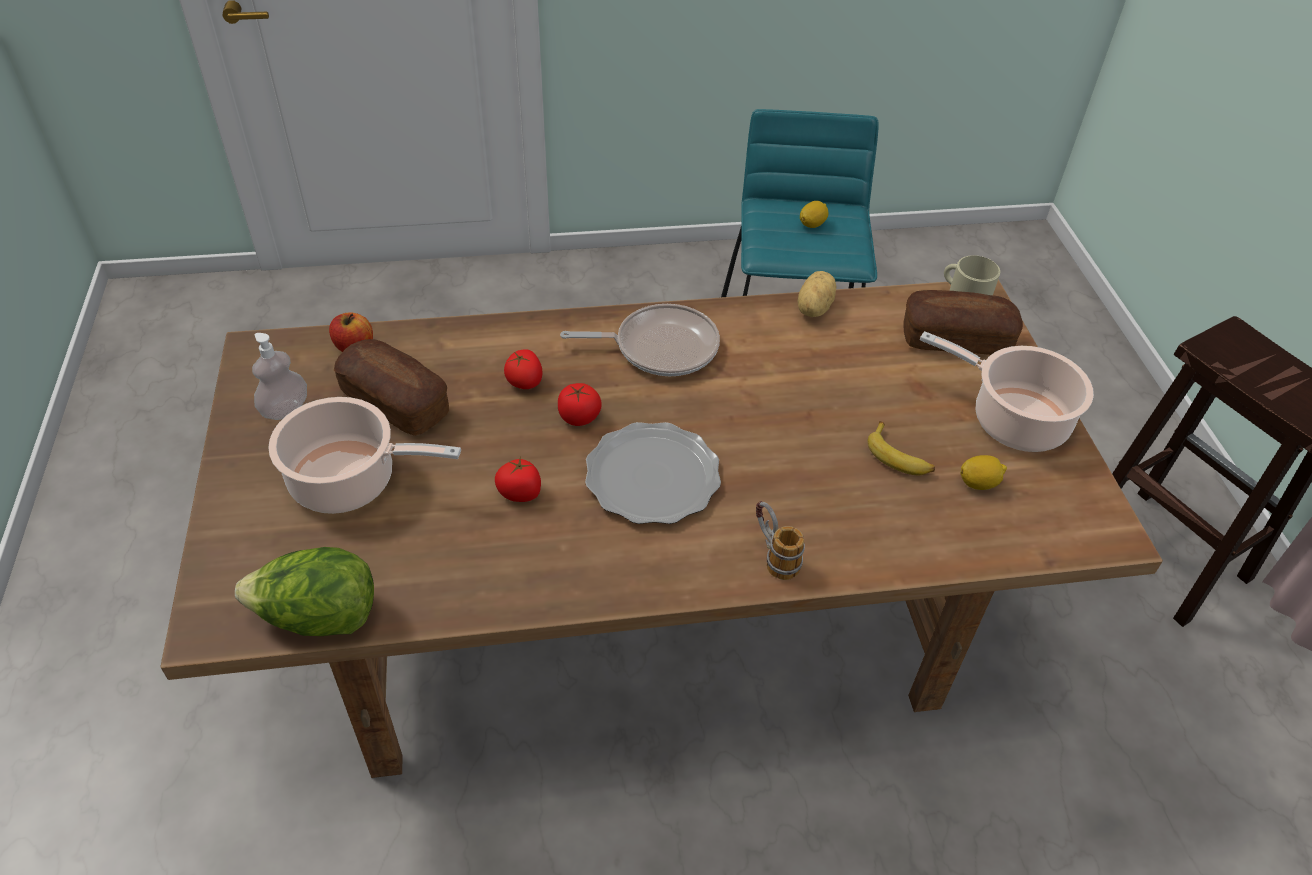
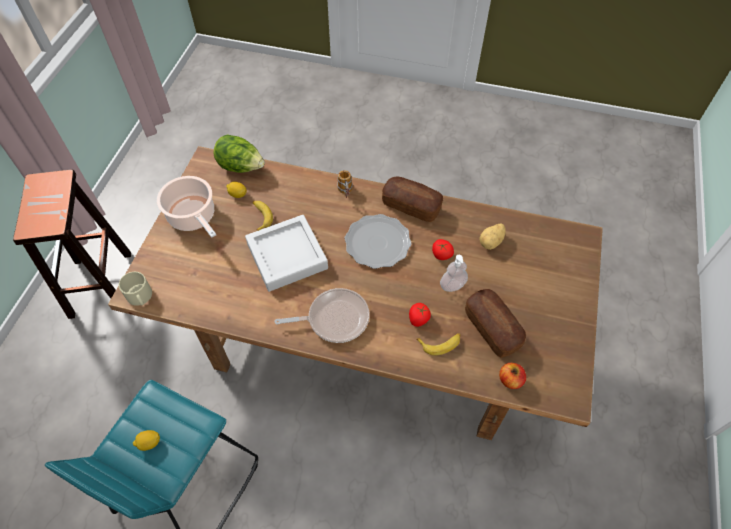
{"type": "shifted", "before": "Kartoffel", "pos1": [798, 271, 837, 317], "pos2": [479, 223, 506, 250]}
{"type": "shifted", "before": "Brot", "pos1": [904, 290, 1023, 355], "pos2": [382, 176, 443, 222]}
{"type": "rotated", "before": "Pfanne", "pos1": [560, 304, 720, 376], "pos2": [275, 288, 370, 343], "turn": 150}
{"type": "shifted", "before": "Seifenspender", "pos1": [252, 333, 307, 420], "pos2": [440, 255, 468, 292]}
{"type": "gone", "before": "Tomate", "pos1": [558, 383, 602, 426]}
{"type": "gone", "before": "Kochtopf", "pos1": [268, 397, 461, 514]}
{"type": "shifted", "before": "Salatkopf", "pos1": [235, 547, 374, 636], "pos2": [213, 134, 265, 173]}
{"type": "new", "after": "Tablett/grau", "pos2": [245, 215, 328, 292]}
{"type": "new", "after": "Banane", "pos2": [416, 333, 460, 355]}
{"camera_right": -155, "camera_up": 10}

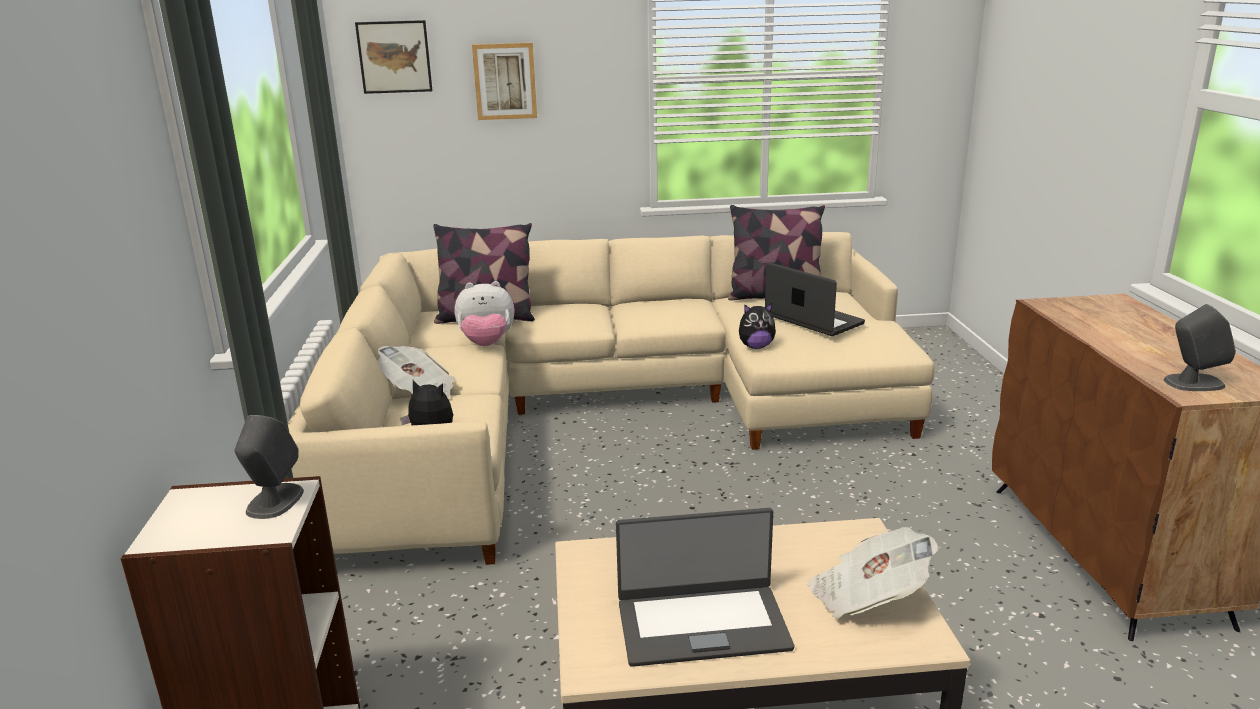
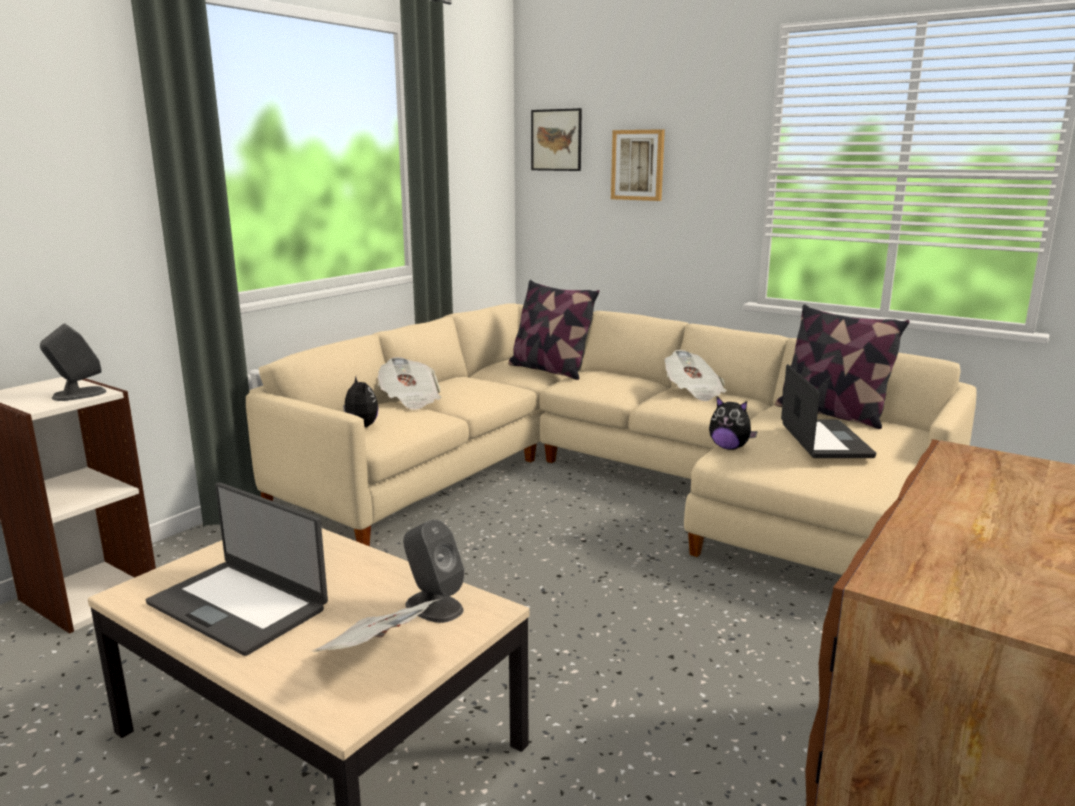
{"type": "gone", "before": "Plüschtier", "pos1": [455, 281, 514, 347]}
{"type": "shifted", "before": "Lautsprecher/grau", "pos1": [1164, 304, 1236, 391], "pos2": [403, 519, 464, 623]}
{"type": "new", "after": "Zeitung", "pos2": [664, 350, 727, 401]}
{"camera_right": 40, "camera_up": -5}

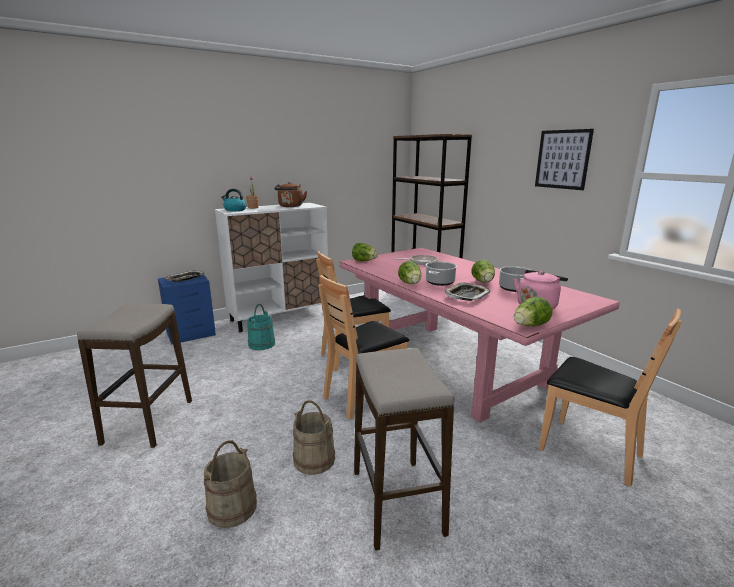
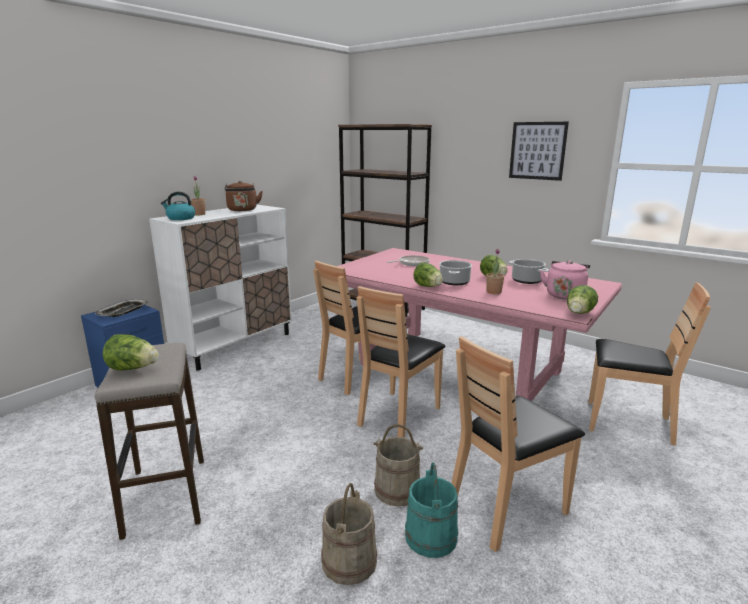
{"type": "shifted", "before": "Salatkopf", "pos1": [352, 243, 378, 261], "pos2": [103, 334, 159, 371]}
{"type": "swapped", "before": "Tablett", "after": "Topfpflanze", "pos1": [445, 282, 490, 301], "pos2": [486, 249, 504, 294]}
{"type": "shifted", "before": "Eimer/türkis", "pos1": [247, 304, 275, 350], "pos2": [405, 462, 458, 558]}
{"type": "swapped", "before": "Hocker", "after": "Stuhl/braun", "pos1": [354, 348, 454, 551], "pos2": [451, 336, 585, 552]}
{"camera_right": -20, "camera_up": 0}

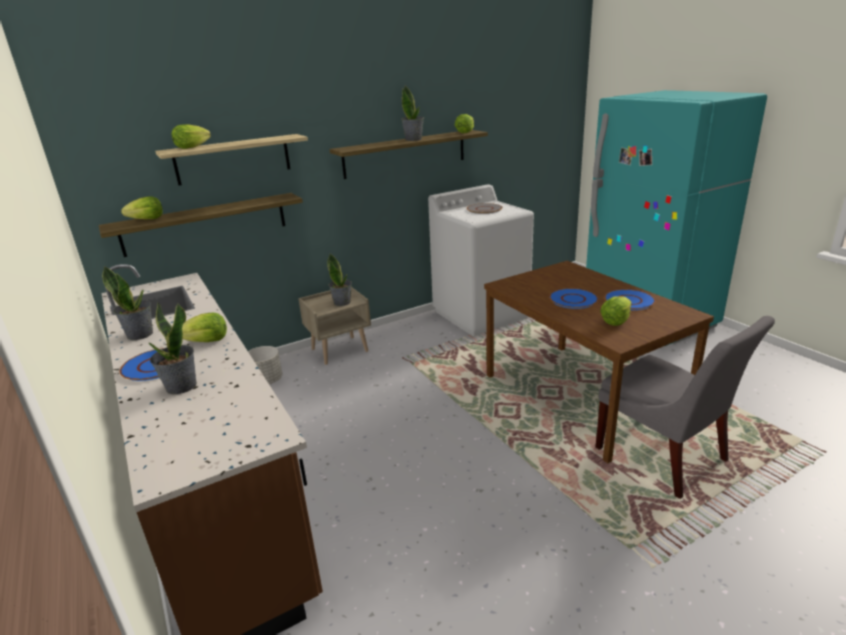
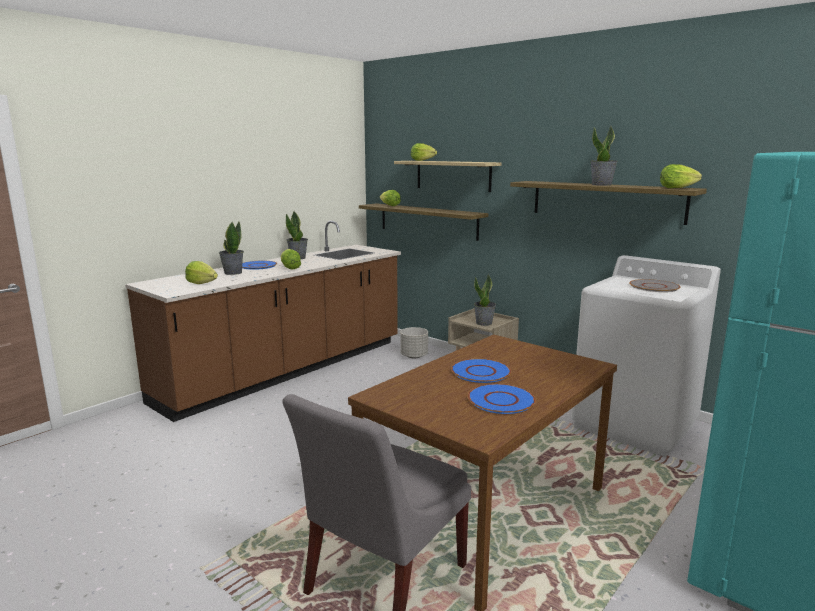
{"type": "shifted", "before": "Salatkopf", "pos1": [600, 296, 632, 326], "pos2": [185, 261, 218, 284]}
{"camera_right": 70, "camera_up": -10}

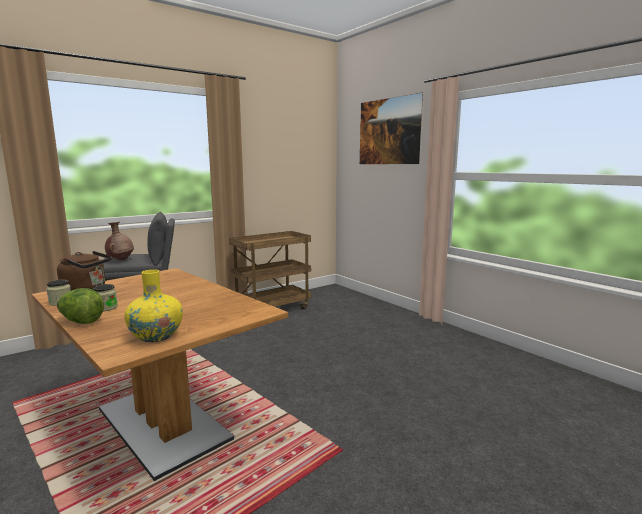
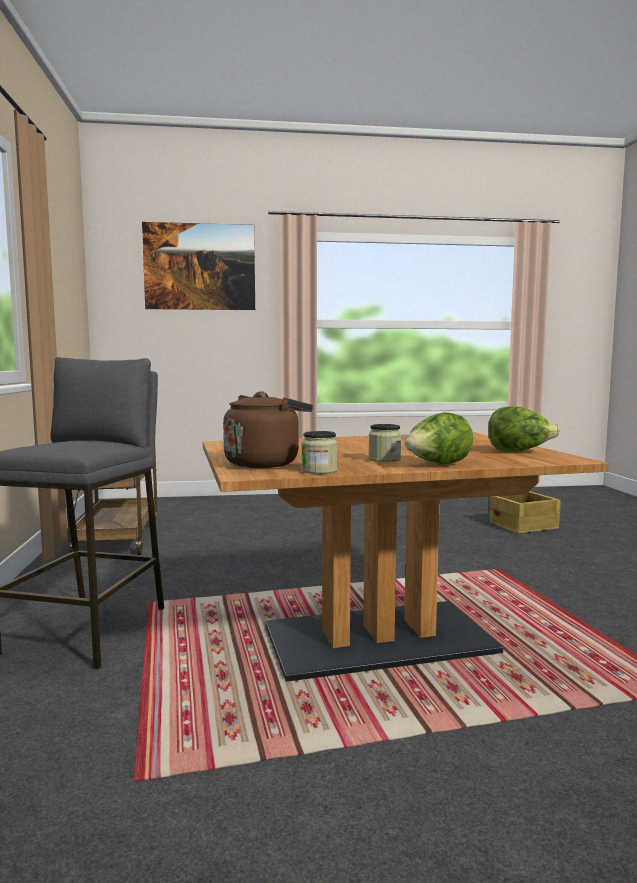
{"type": "gone", "before": "Vase/braun", "pos1": [105, 222, 134, 260]}
{"type": "swapped", "before": "Vase/gelb", "after": "Salatkopf", "pos1": [124, 269, 183, 342], "pos2": [488, 406, 560, 452]}
{"type": "new", "after": "Kiste", "pos2": [489, 491, 561, 534]}
{"camera_right": -60, "camera_up": -5}

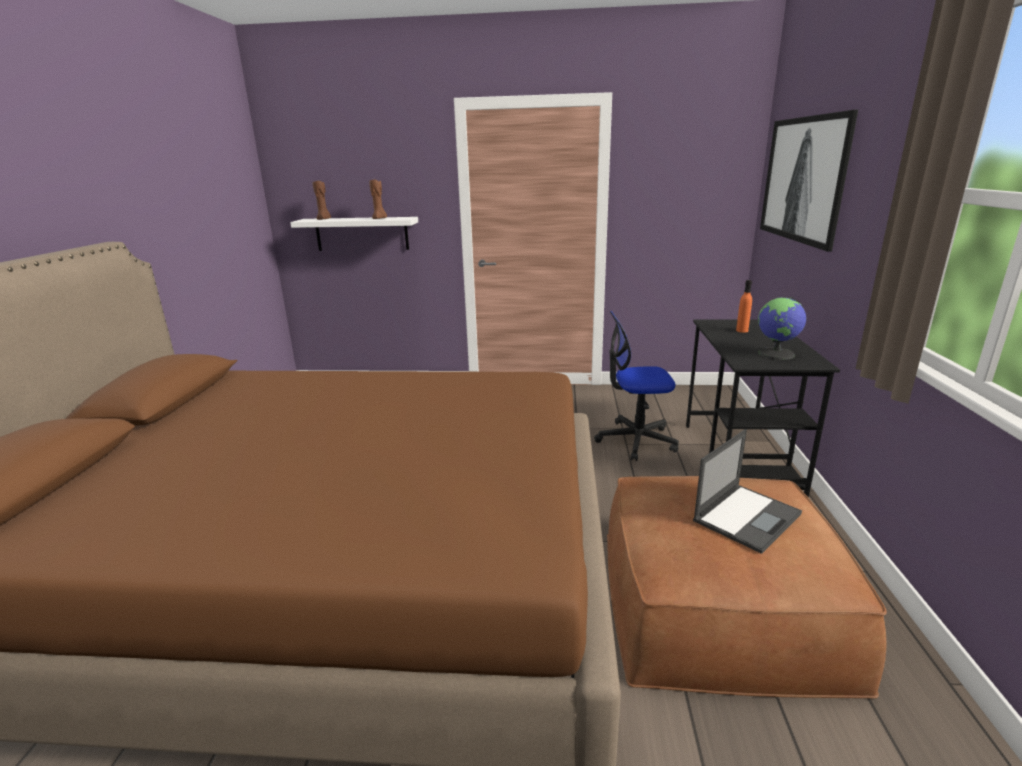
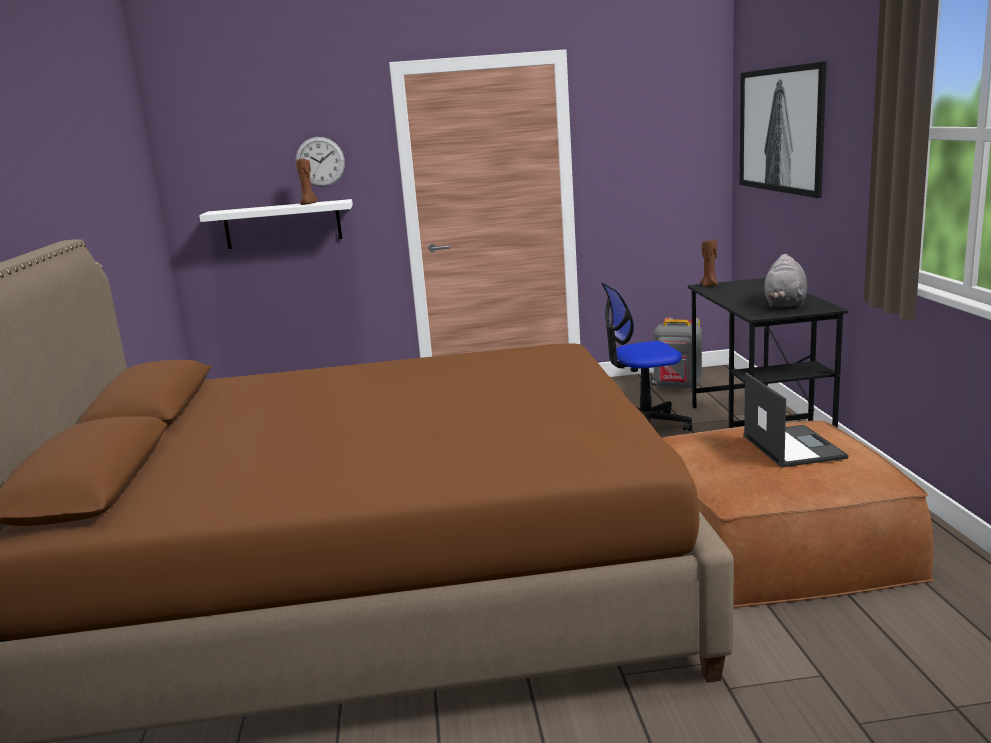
{"type": "shifted", "before": "Kerze/braun", "pos1": [313, 181, 331, 220], "pos2": [700, 239, 718, 287]}
{"type": "gone", "before": "Flasche/orange", "pos1": [736, 280, 752, 333]}
{"type": "swapped", "before": "Globus", "after": "Plüschtier/grau", "pos1": [758, 297, 806, 360], "pos2": [764, 254, 807, 308]}
{"type": "rotated", "before": "Laptop", "pos1": [693, 429, 802, 554], "pos2": [743, 373, 848, 467], "turn": -45}
{"type": "new", "after": "Wanduhr", "pos2": [296, 137, 345, 187]}
{"type": "new", "after": "Rucksack/grau", "pos2": [653, 317, 702, 389]}
{"camera_right": -10, "camera_up": -5}

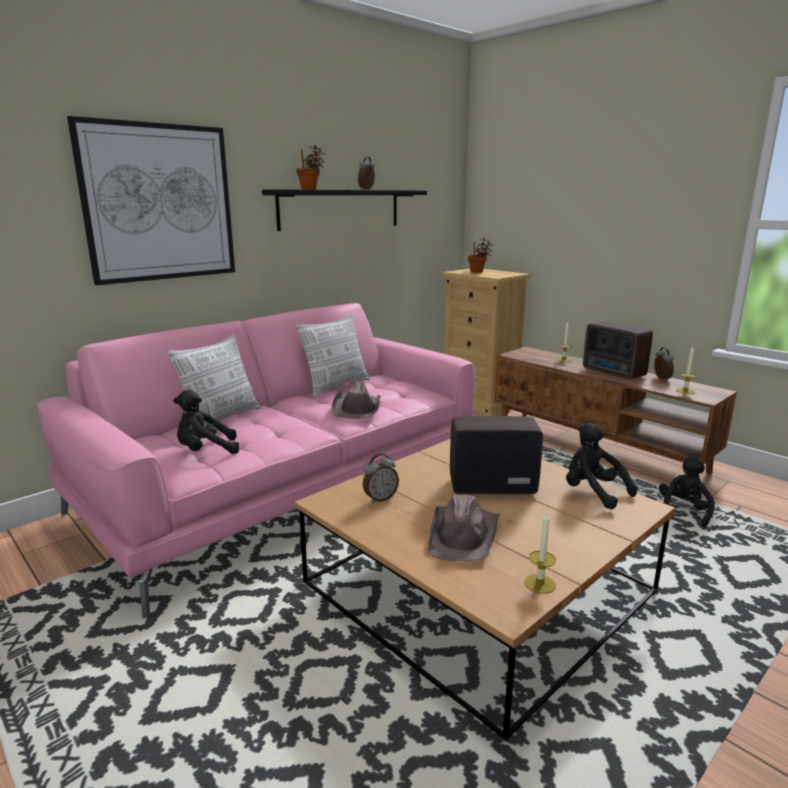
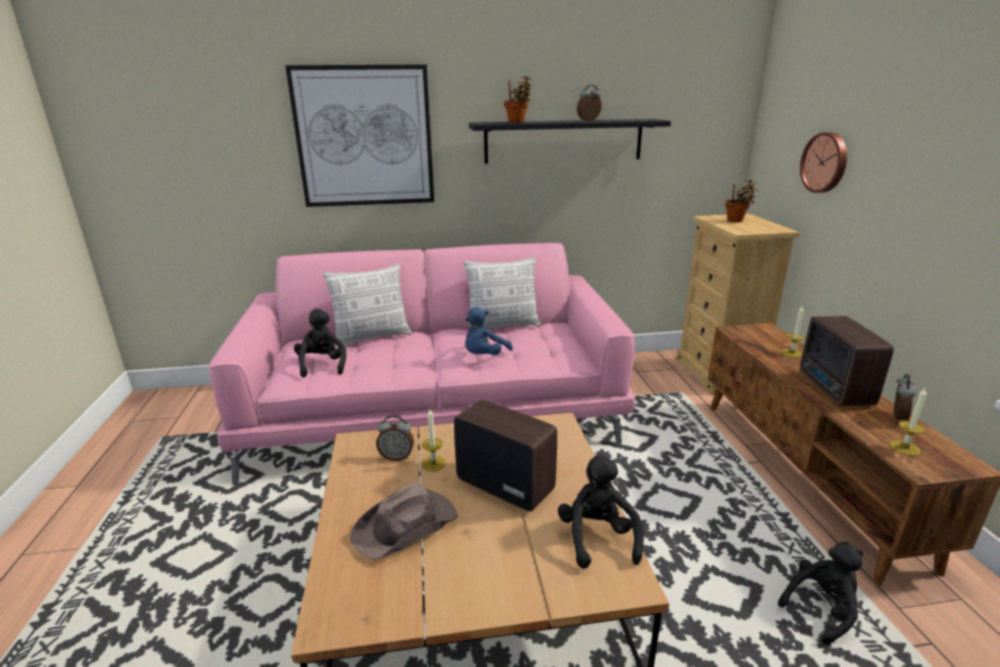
{"type": "swapped", "before": "Hut/braun", "after": "Plüschtier/blau", "pos1": [332, 381, 380, 419], "pos2": [465, 307, 513, 355]}
{"type": "rotated", "before": "Plüschtier/schwarz", "pos1": [173, 390, 239, 454], "pos2": [294, 309, 346, 377], "turn": 60}
{"type": "shifted", "before": "Kerze", "pos1": [524, 512, 556, 594], "pos2": [422, 409, 446, 471]}
{"type": "new", "after": "Wanduhr", "pos2": [800, 132, 847, 193]}
{"camera_right": 35, "camera_up": 5}

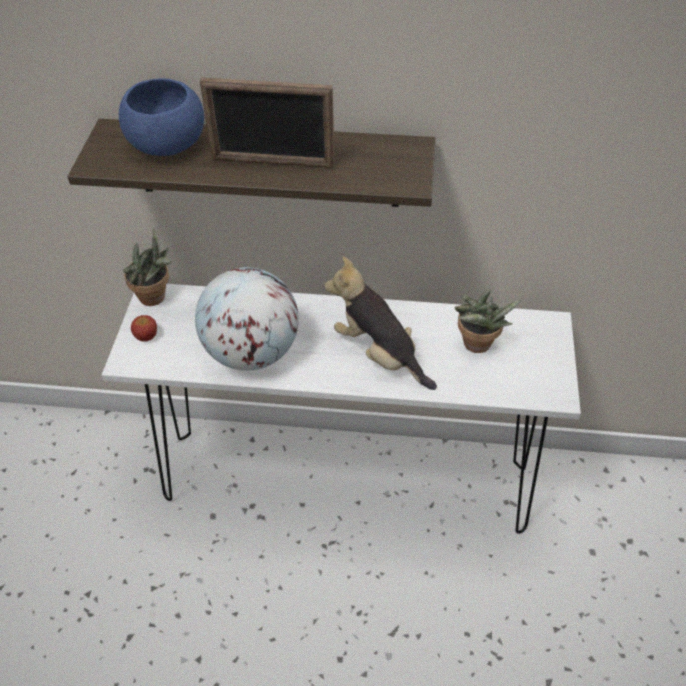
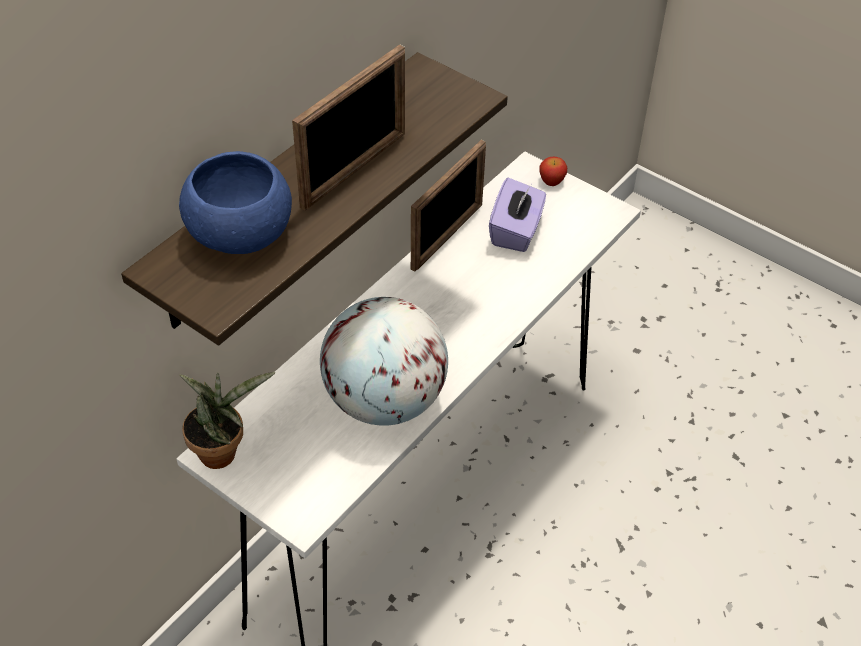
{"type": "gone", "before": "Plüschtier", "pos1": [324, 256, 437, 390]}
{"type": "swapped", "before": "Topfpflanze", "after": "Taschentuchbox/lila", "pos1": [455, 289, 521, 353], "pos2": [489, 177, 546, 252]}
{"type": "shifted", "before": "Apfel", "pos1": [131, 315, 157, 342], "pos2": [539, 157, 567, 186]}
{"type": "new", "after": "Bilderrahmen", "pos2": [411, 140, 486, 272]}
{"camera_right": -60, "camera_up": 0}

